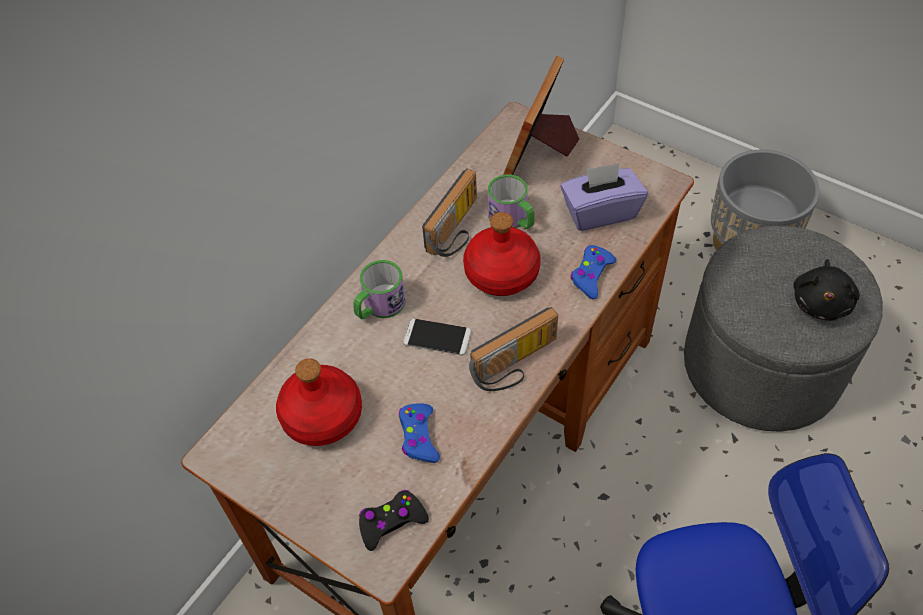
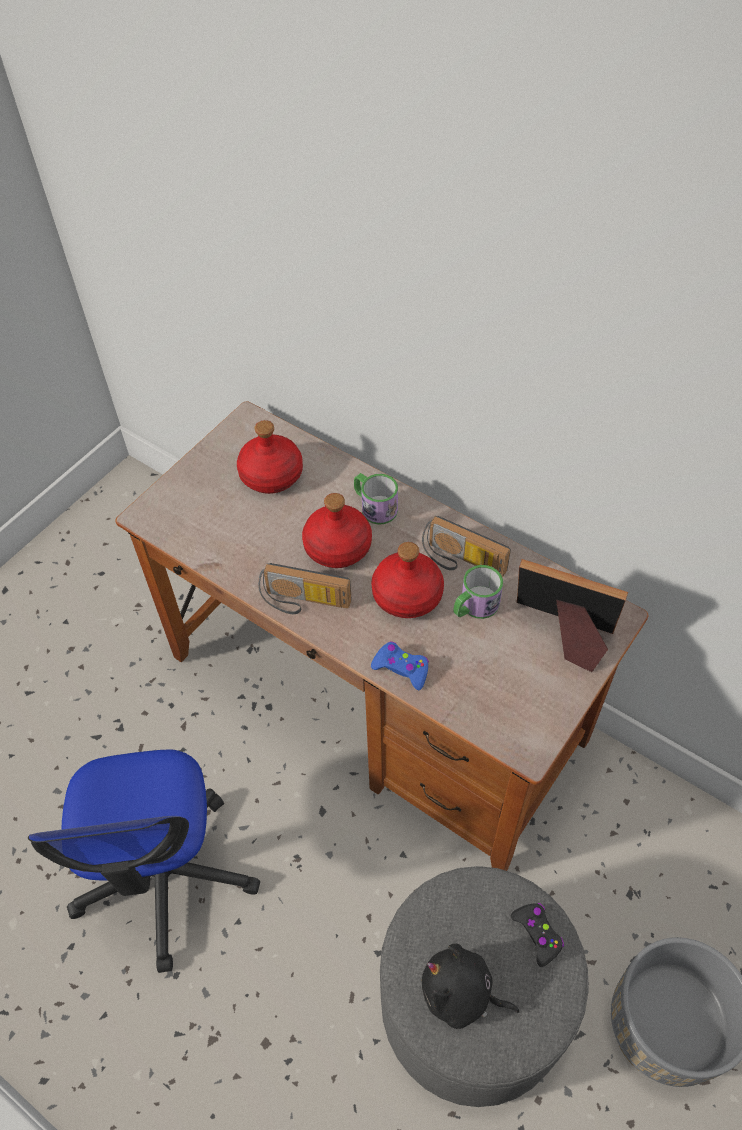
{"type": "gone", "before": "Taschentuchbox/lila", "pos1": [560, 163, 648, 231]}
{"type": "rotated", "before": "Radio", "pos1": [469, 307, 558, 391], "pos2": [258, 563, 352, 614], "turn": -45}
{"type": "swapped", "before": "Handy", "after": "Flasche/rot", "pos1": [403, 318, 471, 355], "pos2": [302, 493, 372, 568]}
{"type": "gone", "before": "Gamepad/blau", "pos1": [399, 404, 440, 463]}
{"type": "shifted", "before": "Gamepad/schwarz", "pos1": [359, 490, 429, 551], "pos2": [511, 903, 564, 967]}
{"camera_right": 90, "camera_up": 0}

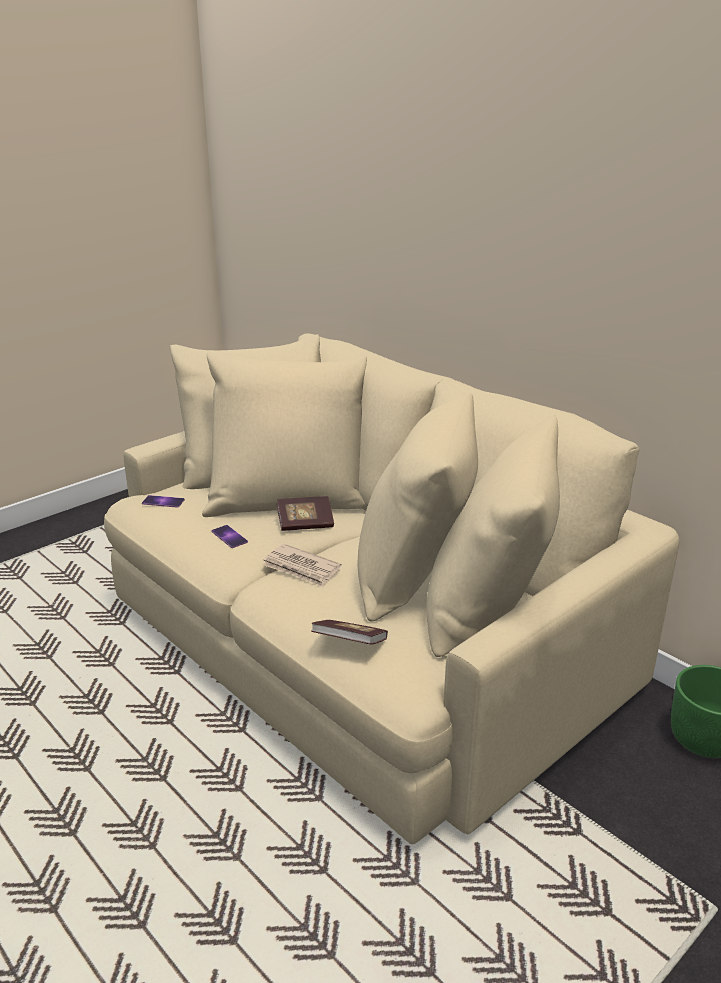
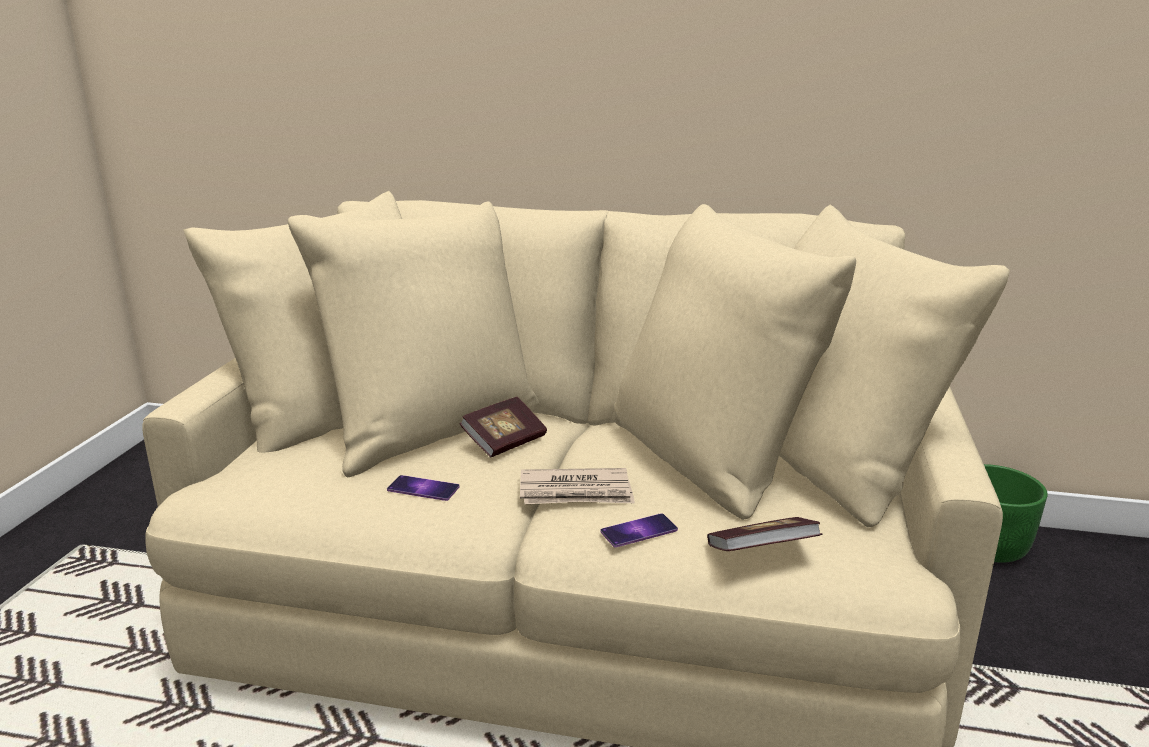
{"type": "shifted", "before": "Handy", "pos1": [142, 495, 185, 508], "pos2": [600, 513, 678, 547]}
{"camera_right": -35, "camera_up": -5}

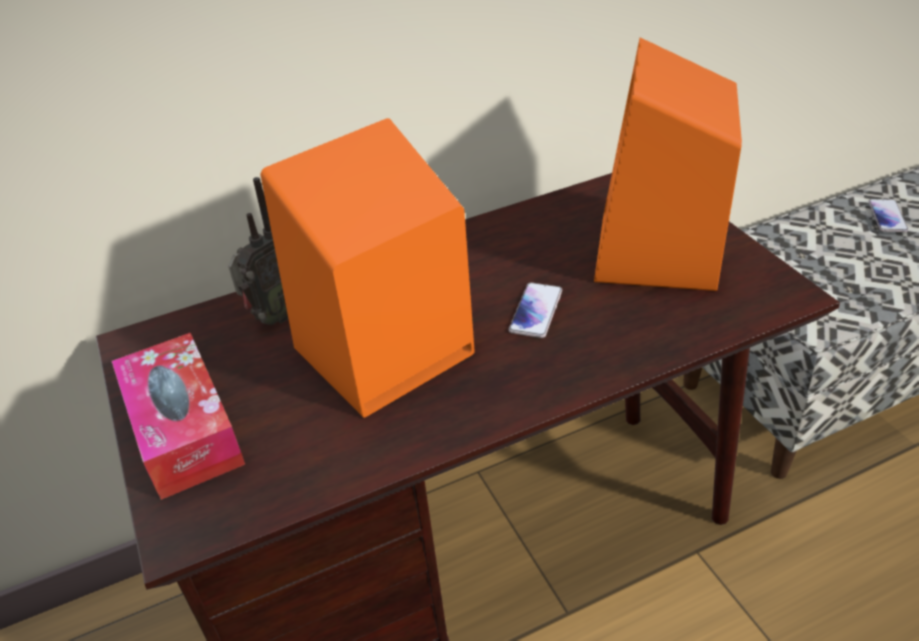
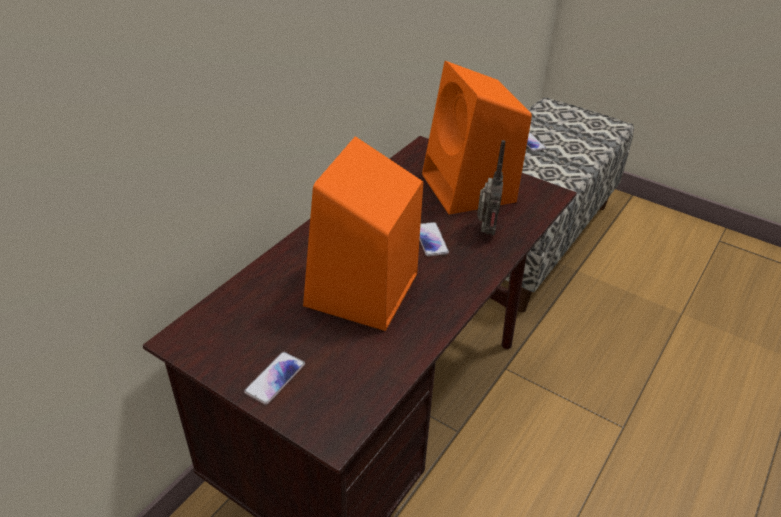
{"type": "shifted", "before": "Radio", "pos1": [228, 177, 288, 325], "pos2": [477, 140, 506, 236]}
{"type": "swapped", "before": "Taschentuchbox", "after": "Handy", "pos1": [112, 333, 245, 500], "pos2": [244, 352, 305, 405]}
{"camera_right": -35, "camera_up": 0}

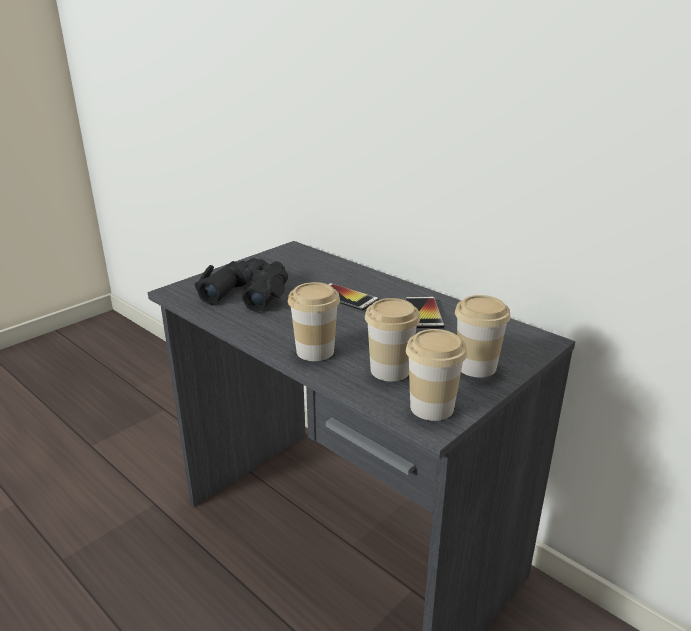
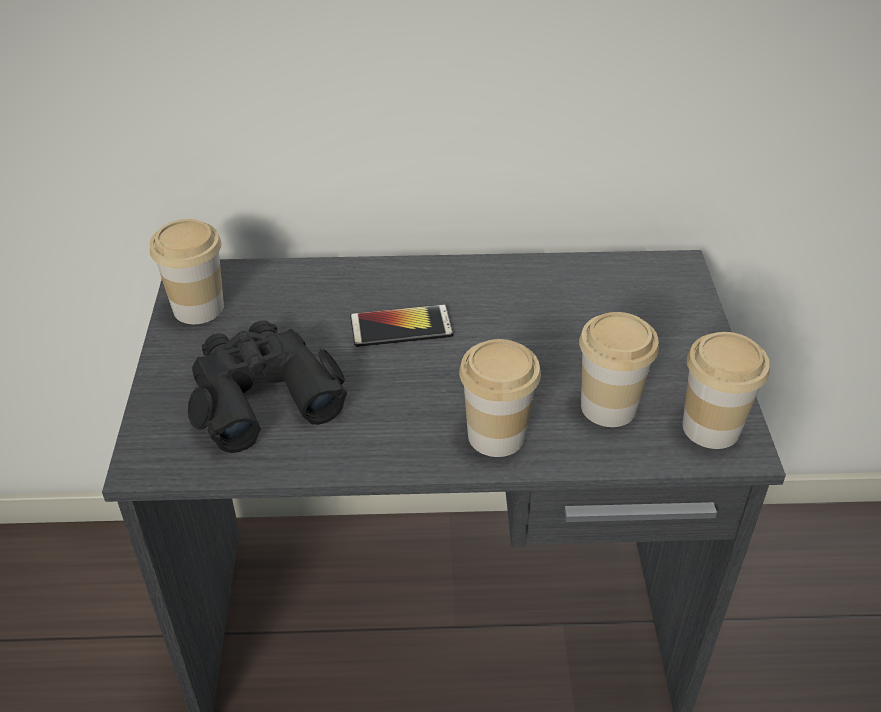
{"type": "shifted", "before": "Tasse", "pos1": [455, 295, 510, 377], "pos2": [150, 219, 224, 324]}
{"type": "gone", "before": "Handy", "pos1": [405, 297, 445, 329]}
{"camera_right": -45, "camera_up": 15}

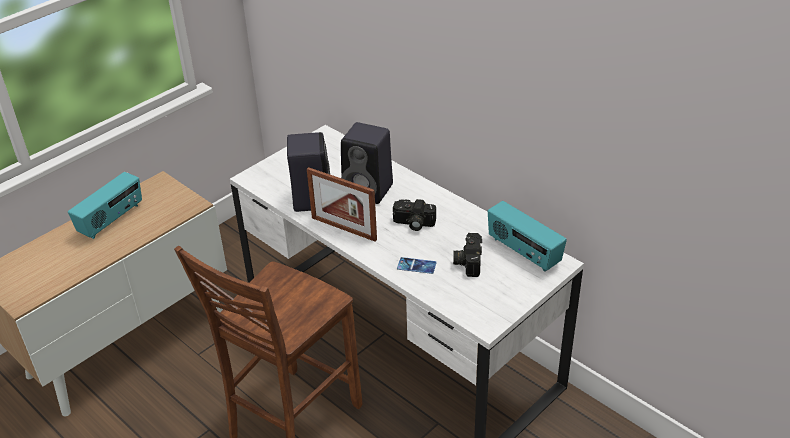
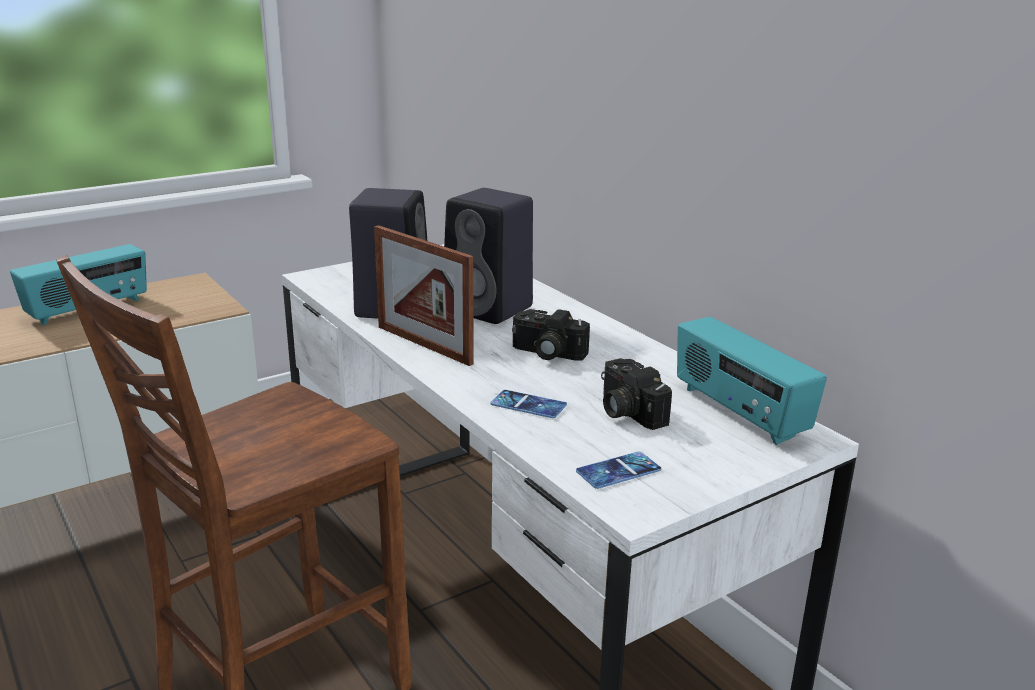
{"type": "rotated", "before": "Kamera", "pos1": [453, 233, 482, 277], "pos2": [601, 358, 672, 430], "turn": -45}
{"type": "new", "after": "Handy", "pos2": [576, 452, 661, 489]}
{"camera_right": 10, "camera_up": -15}

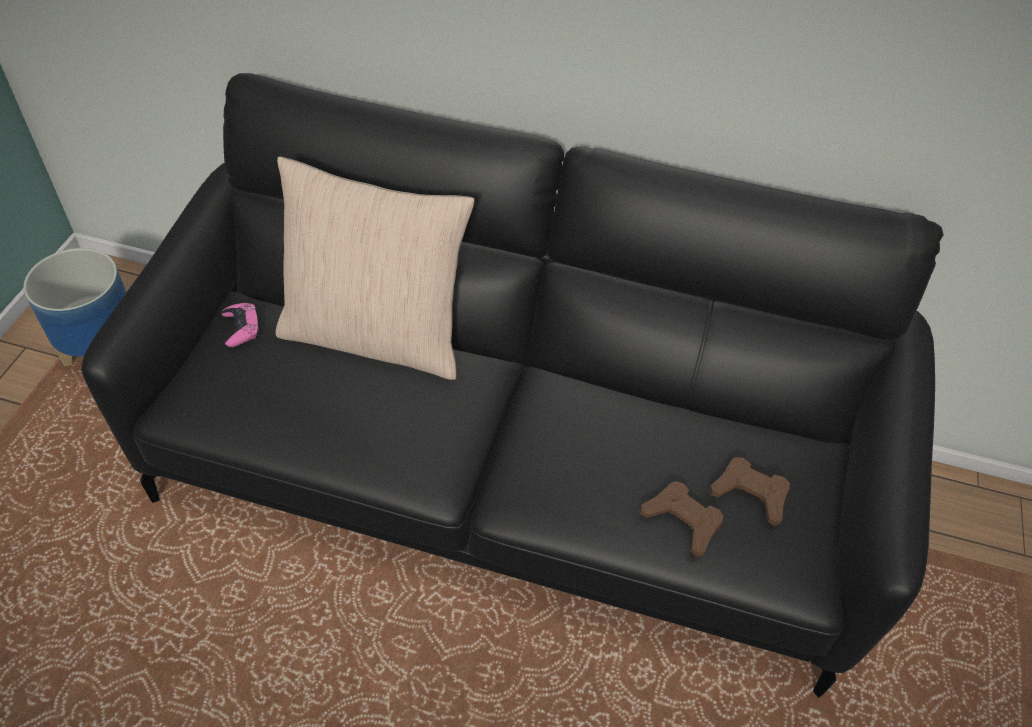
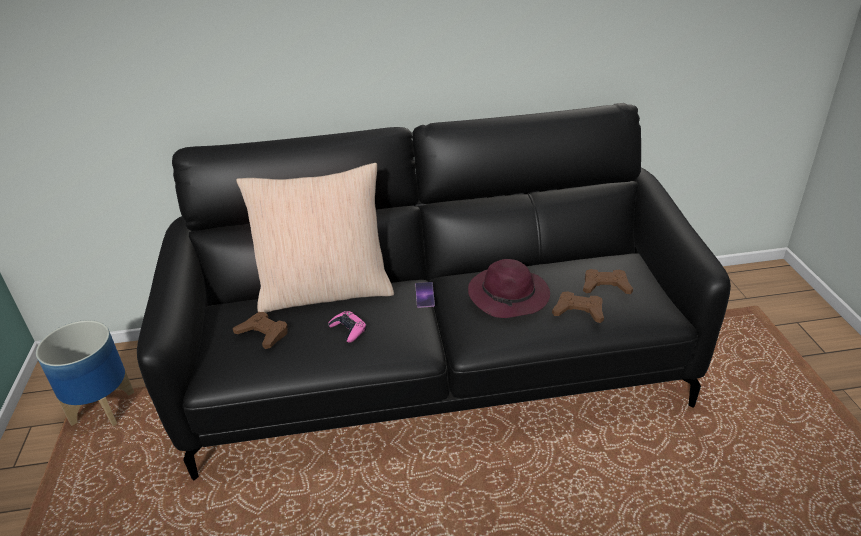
{"type": "shifted", "before": "Gamepad/rosa", "pos1": [222, 303, 259, 347], "pos2": [328, 311, 366, 343]}
{"type": "new", "after": "Hut/lila", "pos2": [468, 259, 550, 318]}
{"type": "new", "after": "Handy", "pos2": [415, 282, 435, 308]}
{"type": "new", "after": "Gamepad/braun", "pos2": [233, 312, 288, 349]}
{"camera_right": -20, "camera_up": -15}

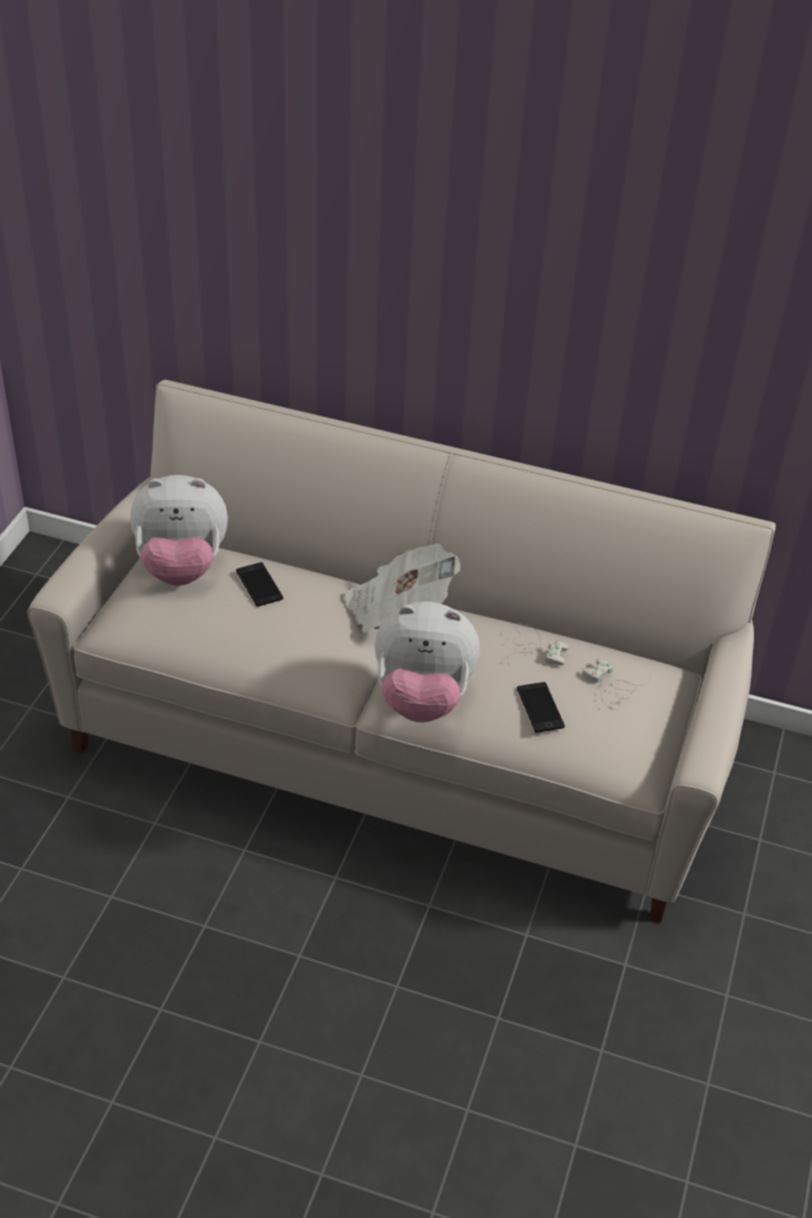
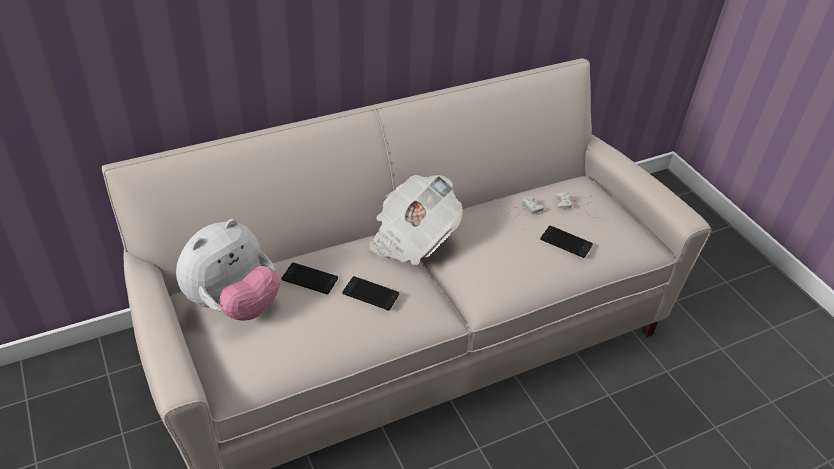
{"type": "gone", "before": "Plüschtier", "pos1": [375, 602, 480, 722]}
{"type": "new", "after": "Handy", "pos2": [342, 276, 399, 311]}
{"camera_right": -45, "camera_up": 0}

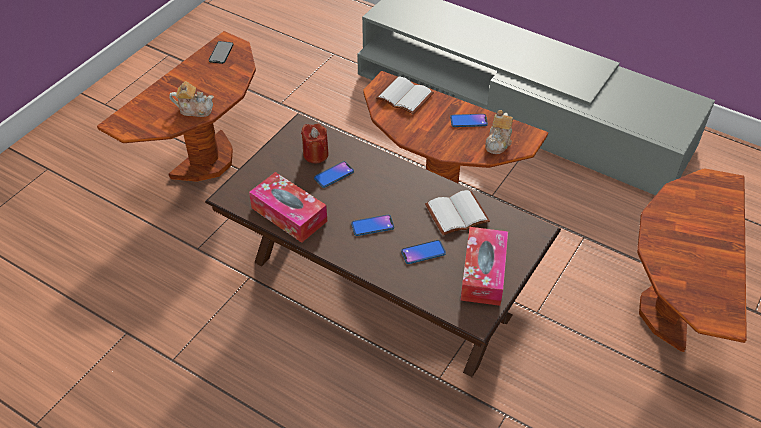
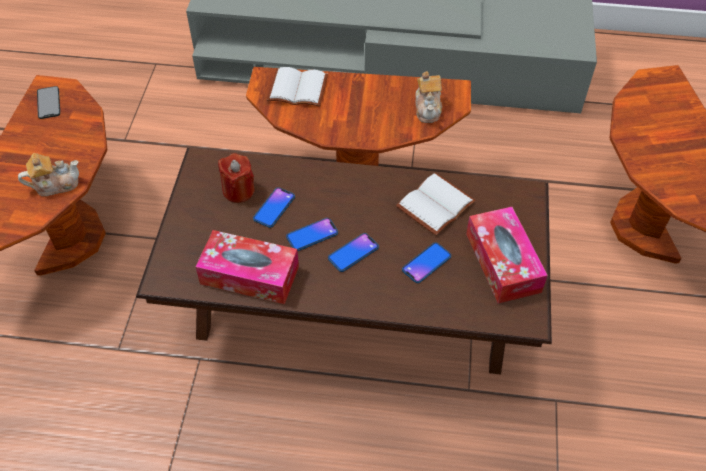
{"type": "shifted", "before": "Handy", "pos1": [450, 114, 488, 127], "pos2": [286, 218, 338, 251]}
{"camera_right": -25, "camera_up": 5}

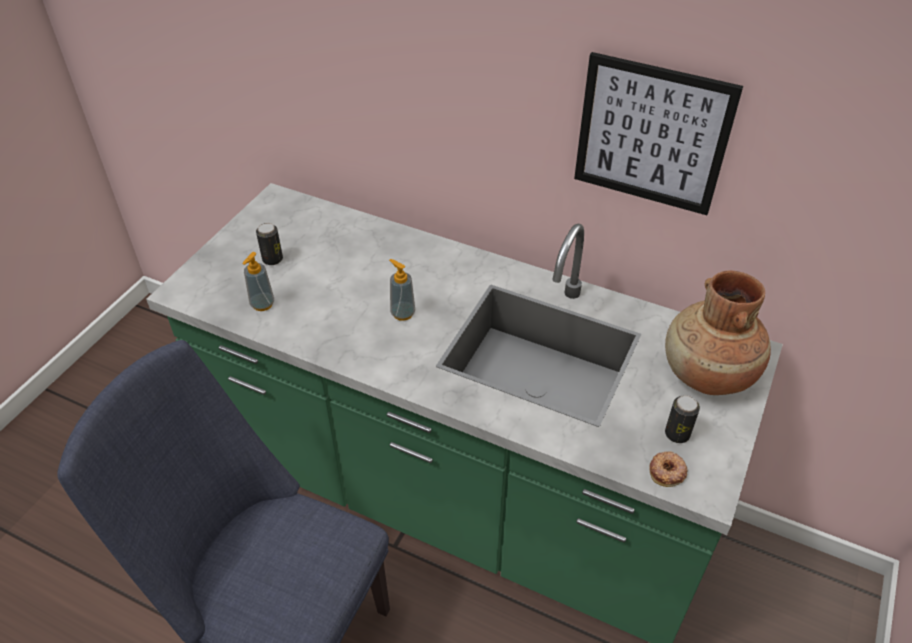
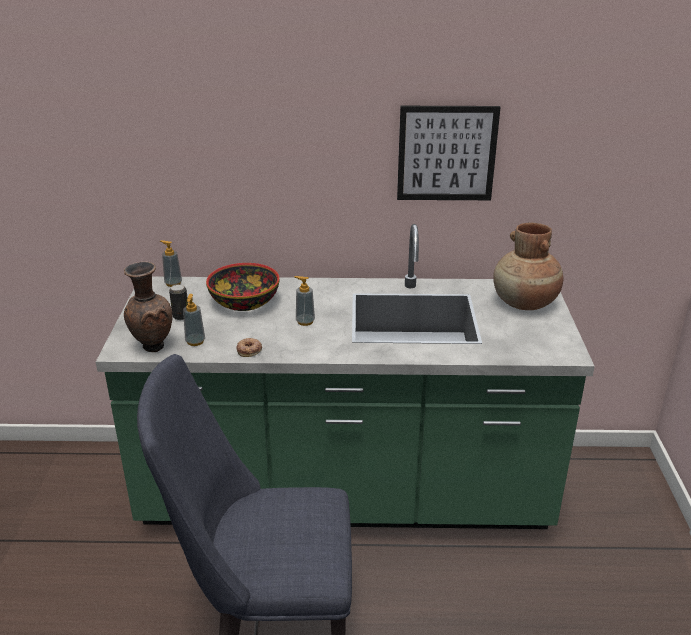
{"type": "gone", "before": "Dose", "pos1": [665, 395, 700, 443]}
{"type": "shifted", "before": "Donut", "pos1": [650, 451, 688, 487], "pos2": [236, 338, 262, 357]}
{"type": "new", "after": "Seifenspender", "pos2": [160, 240, 182, 287]}
{"type": "new", "after": "Vase/braun", "pos2": [124, 261, 173, 352]}
{"type": "new", "after": "Schüssel", "pos2": [206, 263, 280, 311]}
{"camera_right": -25, "camera_up": -15}

